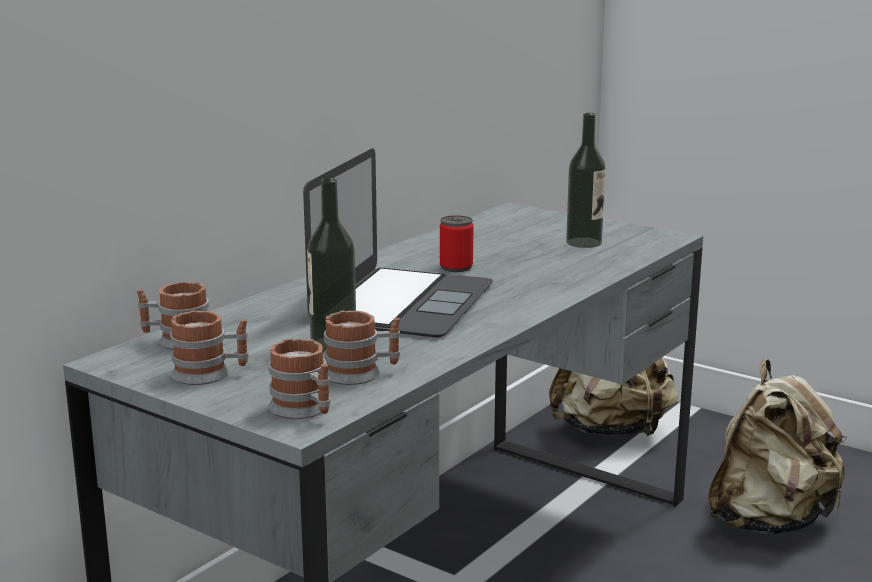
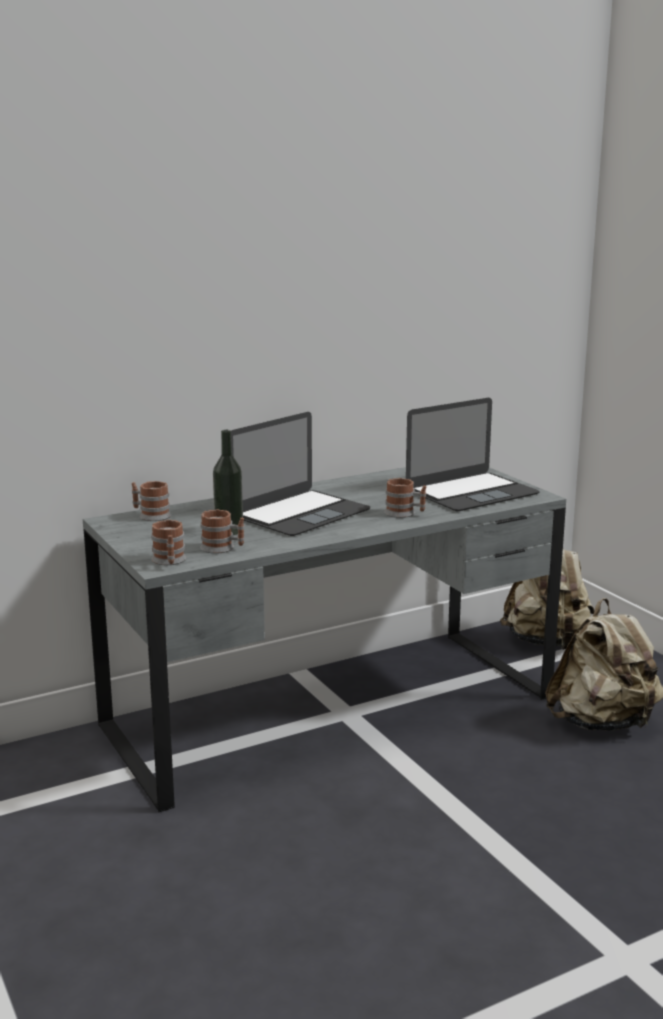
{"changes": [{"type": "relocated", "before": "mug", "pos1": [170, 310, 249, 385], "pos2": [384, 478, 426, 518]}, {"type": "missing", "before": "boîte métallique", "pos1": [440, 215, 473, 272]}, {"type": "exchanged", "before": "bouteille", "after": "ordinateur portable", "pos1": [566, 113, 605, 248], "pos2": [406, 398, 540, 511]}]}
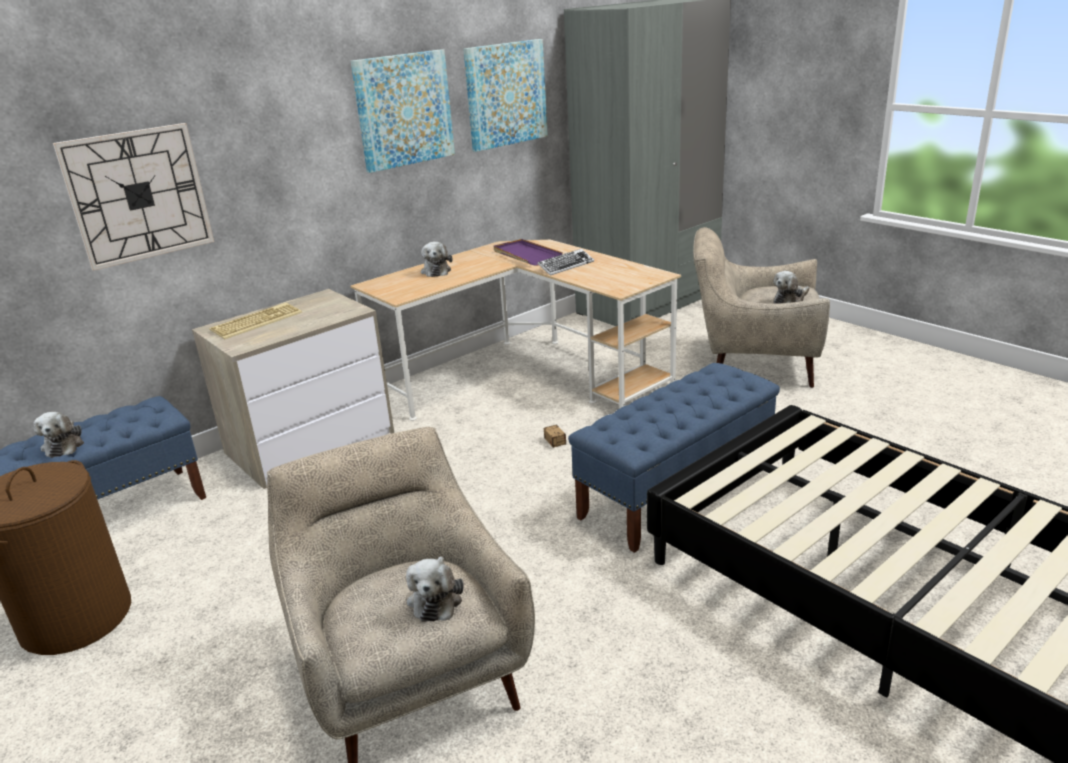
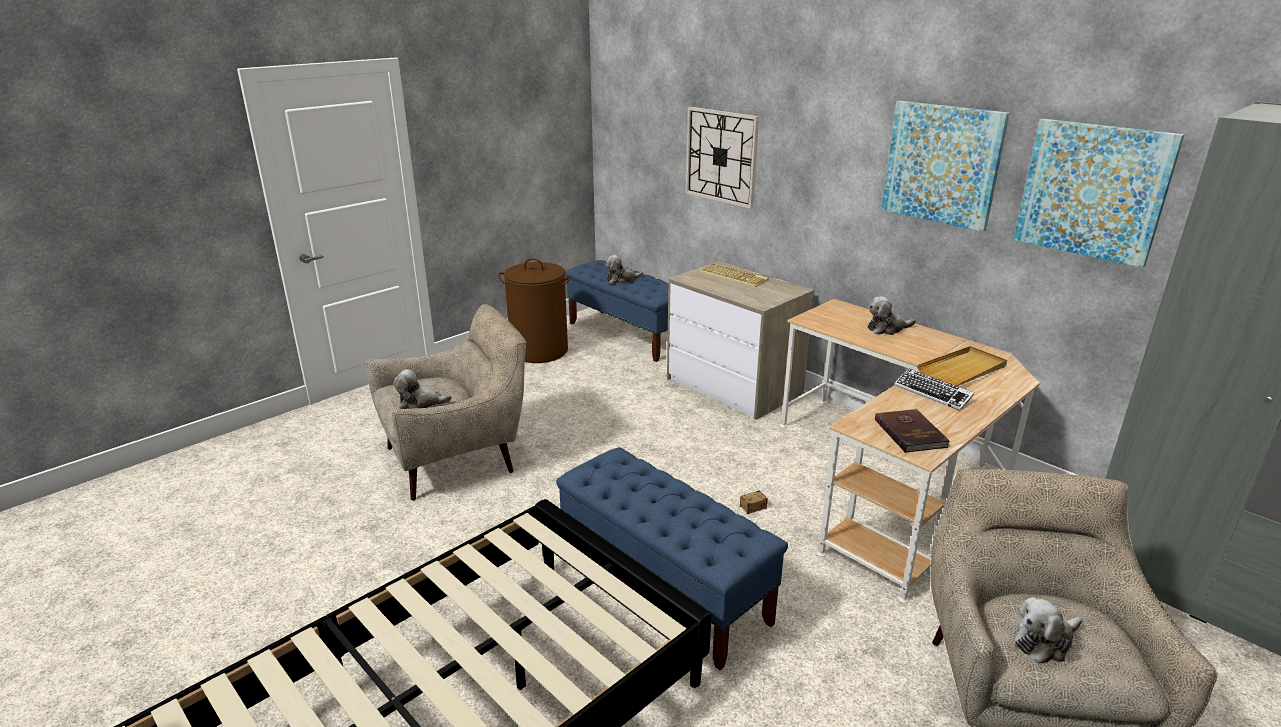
{"changes": [{"type": "colour", "before": "plateau [violet]", "after": "plateau [beige]", "pos1": [494, 239, 563, 266], "pos2": [917, 346, 1007, 386]}, {"type": "spun", "before": "peluche", "pos1": [773, 271, 809, 304], "pos2": [1014, 597, 1082, 664], "turn": -75}, {"type": "appeared", "after": "livre [marron]", "pos2": [875, 409, 950, 453]}]}
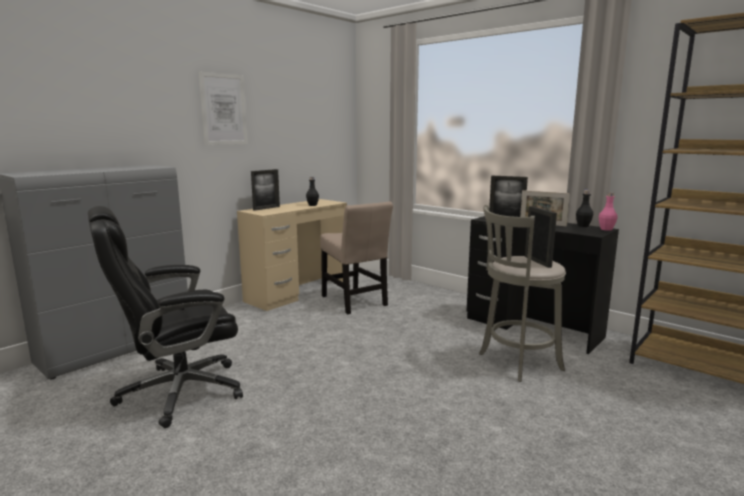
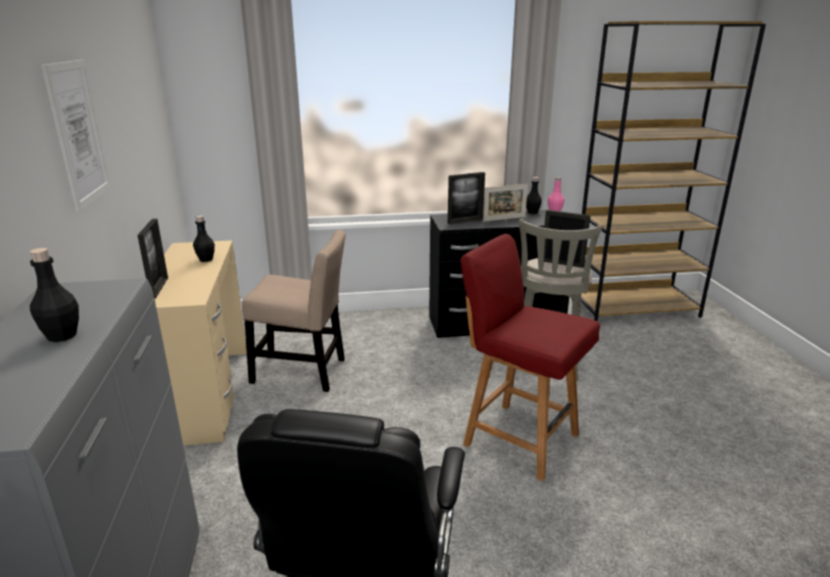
{"changes": [{"type": "appeared", "after": "bouteille [noir]", "pos2": [30, 248, 79, 342]}, {"type": "appeared", "after": "chaise [rouge]", "pos2": [460, 234, 600, 481]}]}
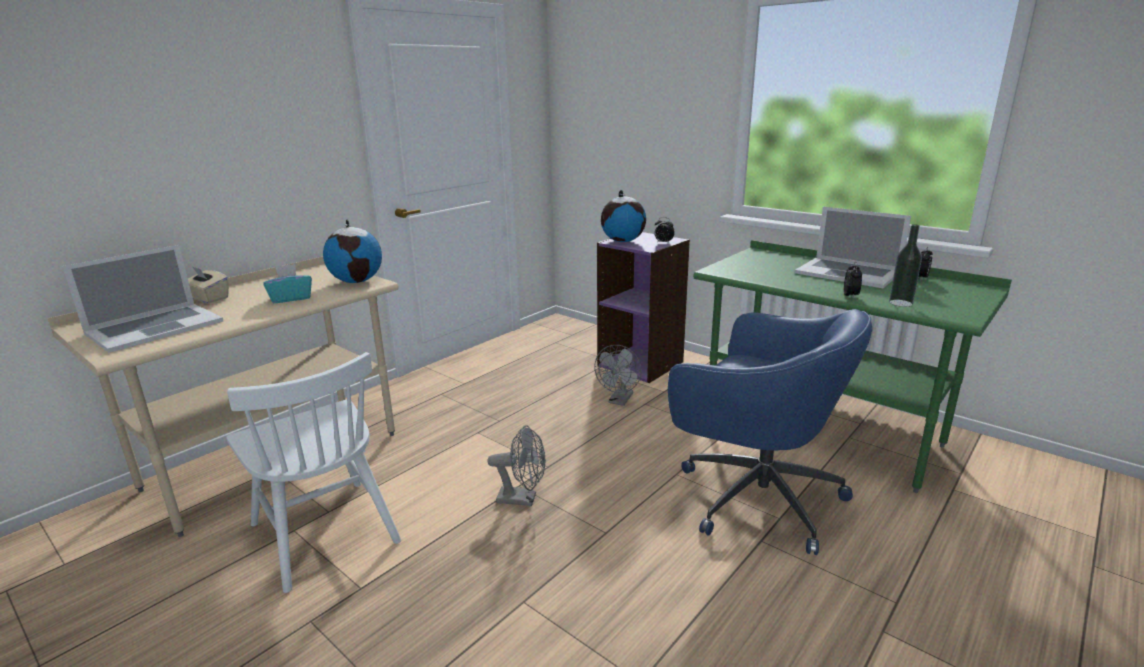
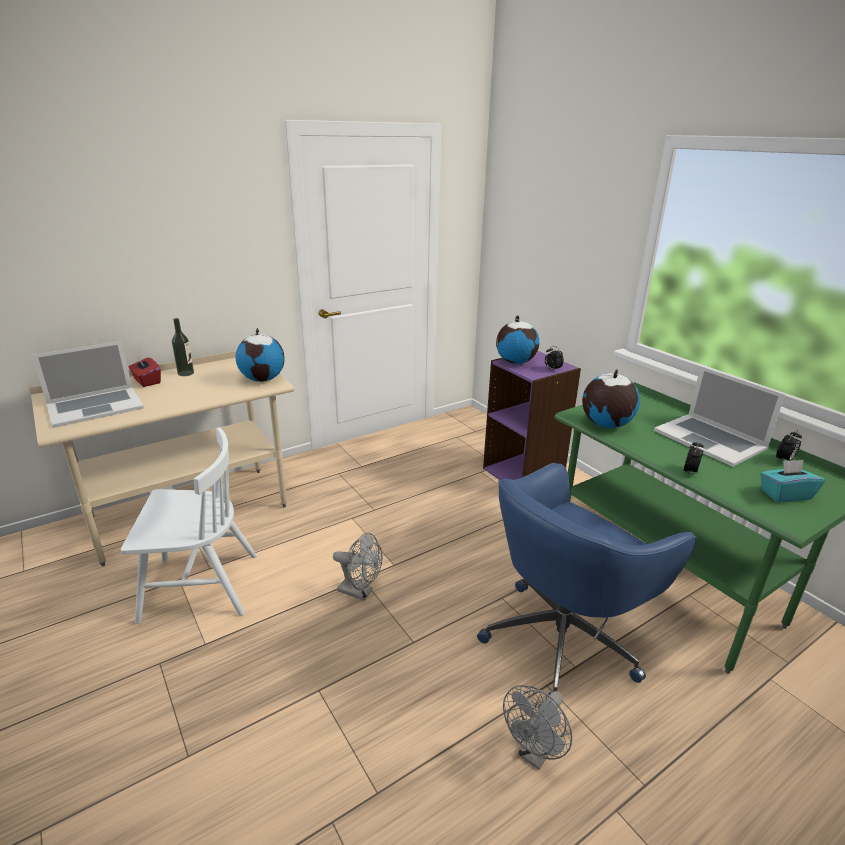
{"changes": [{"type": "colour", "before": "boîte à mouchoirs [beige]", "after": "boîte à mouchoirs [rouge]", "pos1": [188, 266, 229, 304], "pos2": [128, 355, 161, 387]}, {"type": "spun", "before": "chaise [blanc]", "pos1": [226, 352, 401, 593], "pos2": [121, 427, 257, 624], "turn": -75}, {"type": "relocated", "before": "boîte à mouchoirs [turquoise]", "pos1": [263, 264, 312, 303], "pos2": [760, 460, 825, 502]}, {"type": "relocated", "before": "ventilateur [gris]", "pos1": [594, 345, 642, 406], "pos2": [503, 685, 572, 770]}, {"type": "spun", "before": "chaise de bureau [bleu]", "pos1": [668, 309, 872, 555], "pos2": [477, 463, 697, 695], "turn": 90}, {"type": "relocated", "before": "bouteille", "pos1": [889, 224, 922, 307], "pos2": [172, 318, 194, 376]}, {"type": "appeared", "after": "globe", "pos2": [582, 369, 640, 428]}]}
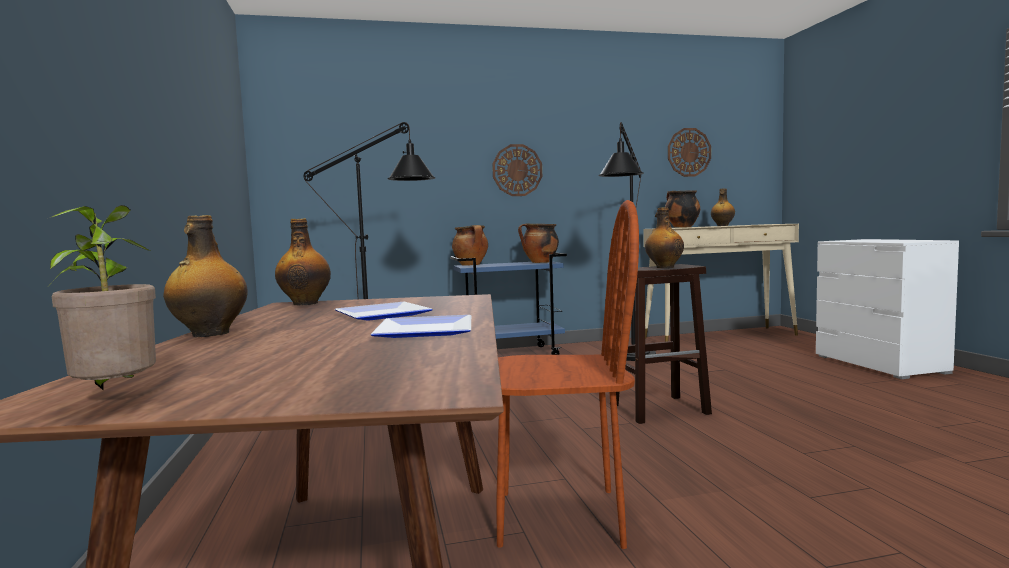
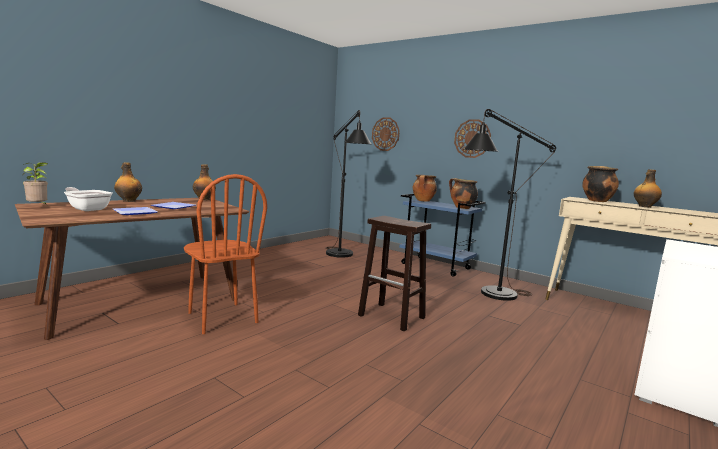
{"changes": [{"type": "missing", "before": "bouteille", "pos1": [645, 208, 684, 268]}, {"type": "relocated", "before": "horloge murale", "pos1": [668, 128, 711, 177], "pos2": [372, 117, 400, 151]}, {"type": "appeared", "after": "poêle", "pos2": [64, 187, 113, 211]}]}
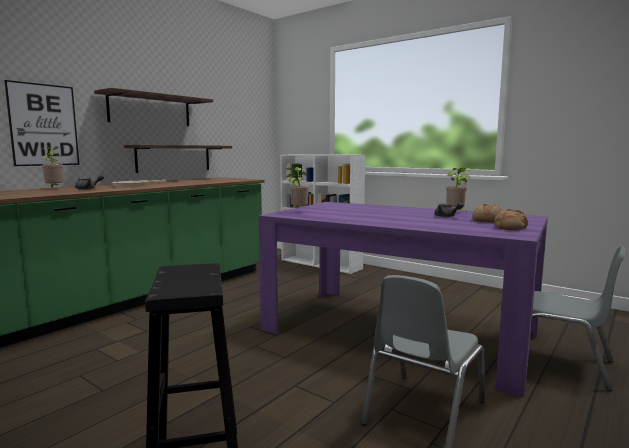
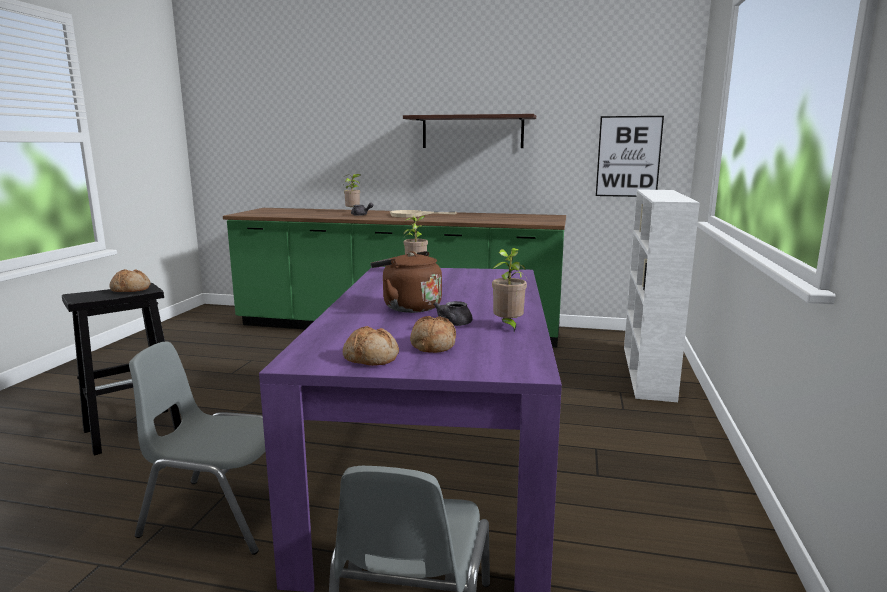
{"changes": [{"type": "relocated", "before": "tableau", "pos1": [4, 80, 79, 166], "pos2": [596, 116, 664, 197]}, {"type": "missing", "before": "étagère", "pos1": [124, 145, 232, 173]}, {"type": "appeared", "after": "pain", "pos2": [109, 269, 150, 292]}, {"type": "appeared", "after": "bouilloire [marron]", "pos2": [371, 251, 442, 313]}]}
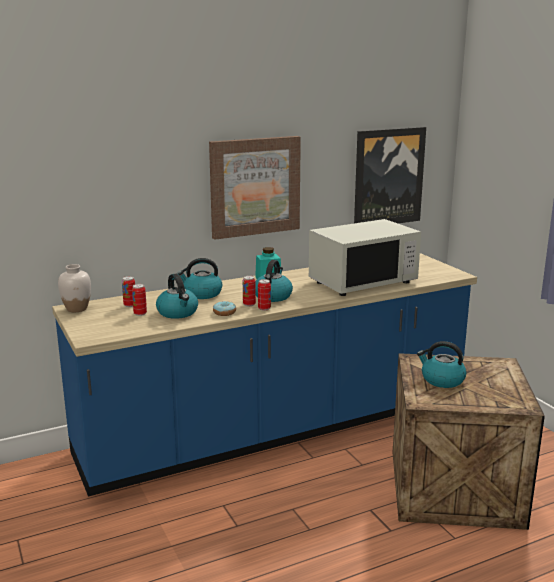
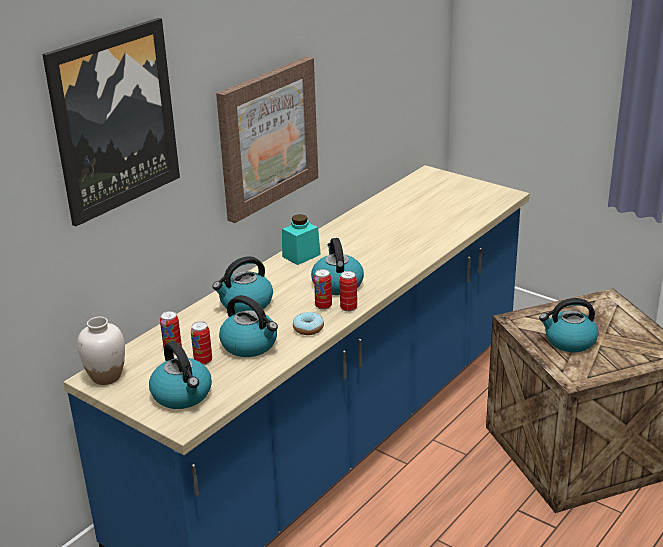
{"changes": [{"type": "missing", "before": "micro-ondes [blanc]", "pos1": [309, 219, 421, 296]}, {"type": "relocated", "before": "tableau", "pos1": [354, 127, 426, 223], "pos2": [42, 18, 180, 227]}, {"type": "appeared", "after": "bouilloire", "pos2": [149, 341, 212, 409]}]}
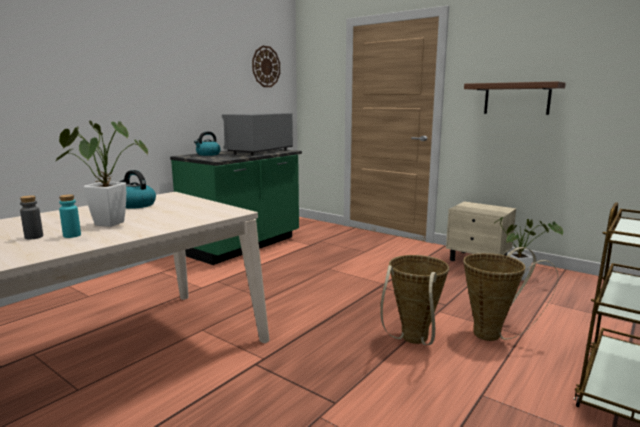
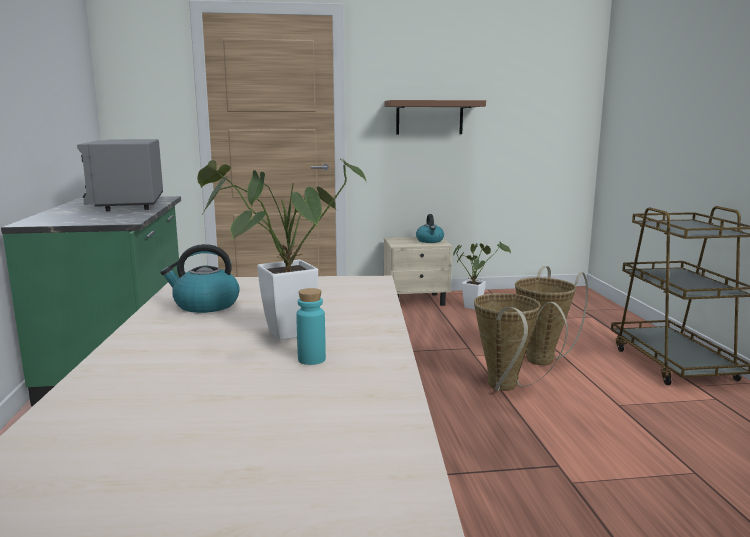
{"changes": [{"type": "missing", "before": "bouteille [gris]", "pos1": [20, 195, 43, 239]}, {"type": "relocated", "before": "bouilloire", "pos1": [194, 131, 221, 156], "pos2": [416, 214, 444, 243]}, {"type": "missing", "before": "horloge murale", "pos1": [252, 46, 280, 87]}]}
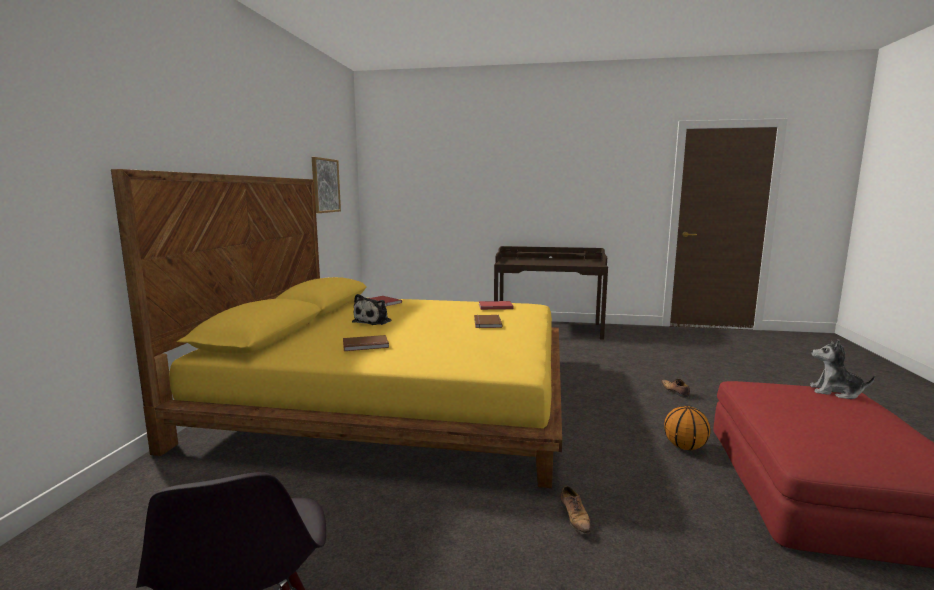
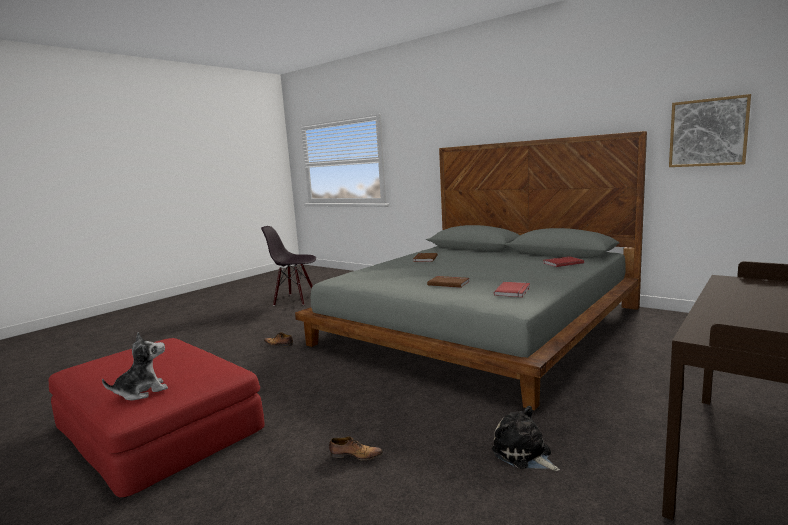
{"changes": [{"type": "colour", "before": "lit [jaune]", "after": "lit [gris]", "pos1": [111, 169, 562, 488], "pos2": [295, 131, 647, 410]}, {"type": "relocated", "before": "peluche", "pos1": [352, 294, 391, 325], "pos2": [492, 406, 560, 471]}, {"type": "missing", "before": "ballon de basket", "pos1": [664, 406, 711, 450]}]}
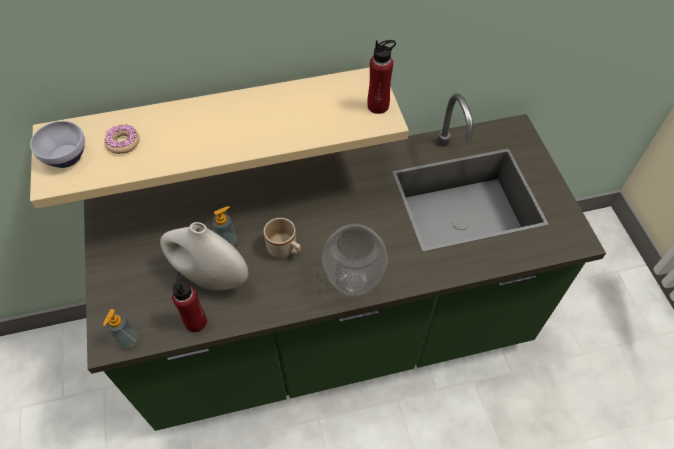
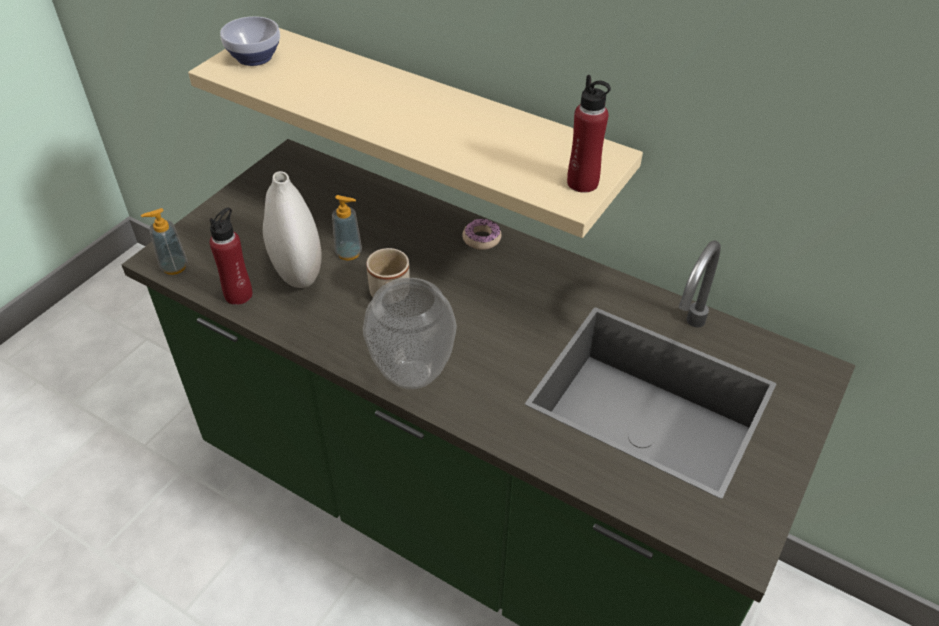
{"changes": [{"type": "relocated", "before": "beignet", "pos1": [104, 124, 139, 154], "pos2": [462, 218, 501, 250]}]}
